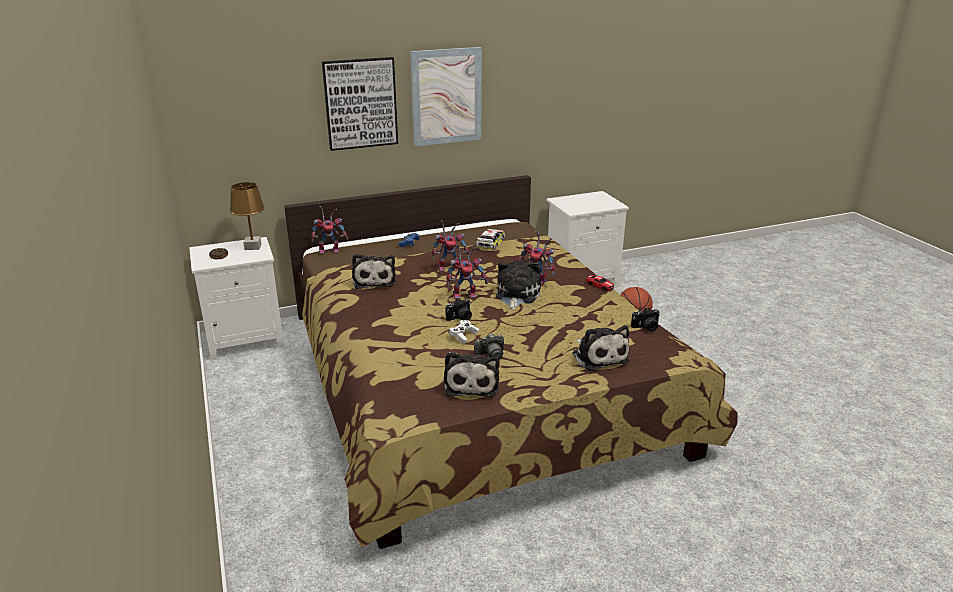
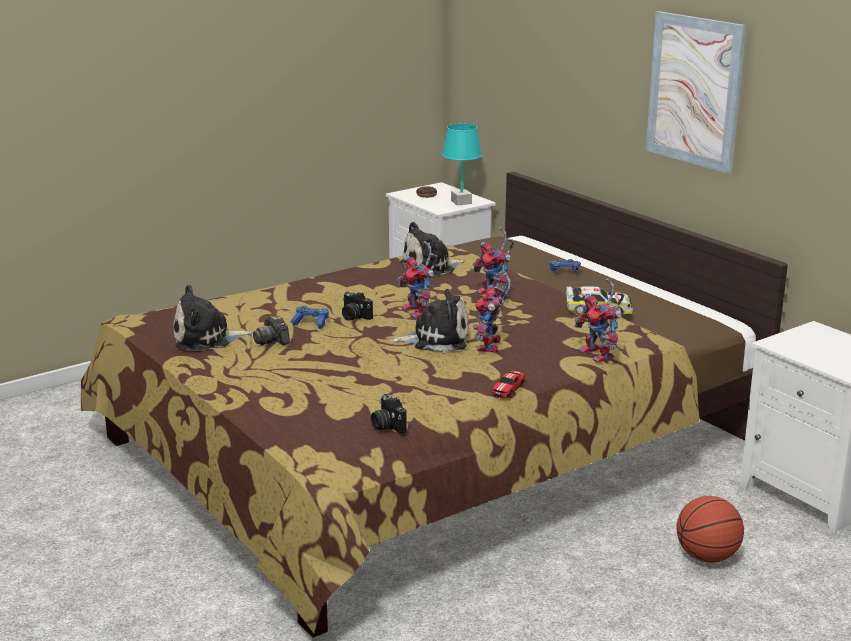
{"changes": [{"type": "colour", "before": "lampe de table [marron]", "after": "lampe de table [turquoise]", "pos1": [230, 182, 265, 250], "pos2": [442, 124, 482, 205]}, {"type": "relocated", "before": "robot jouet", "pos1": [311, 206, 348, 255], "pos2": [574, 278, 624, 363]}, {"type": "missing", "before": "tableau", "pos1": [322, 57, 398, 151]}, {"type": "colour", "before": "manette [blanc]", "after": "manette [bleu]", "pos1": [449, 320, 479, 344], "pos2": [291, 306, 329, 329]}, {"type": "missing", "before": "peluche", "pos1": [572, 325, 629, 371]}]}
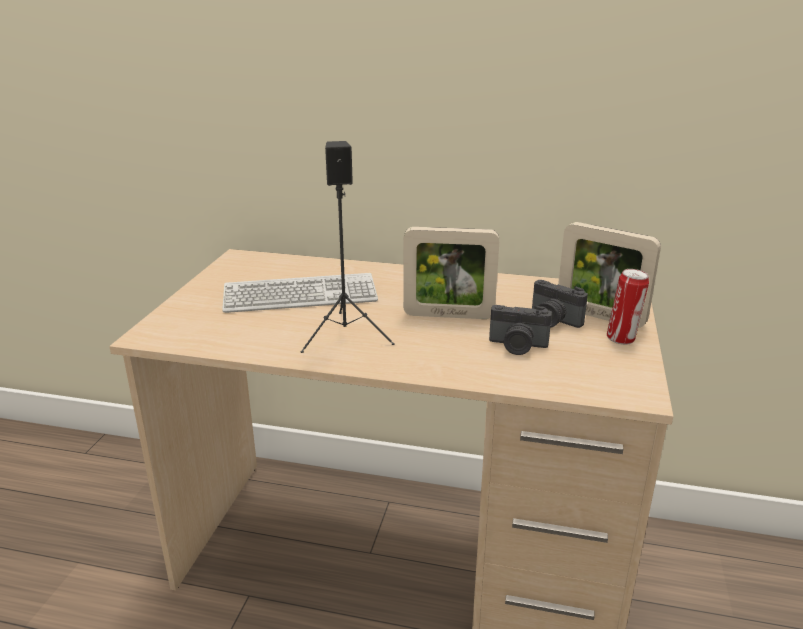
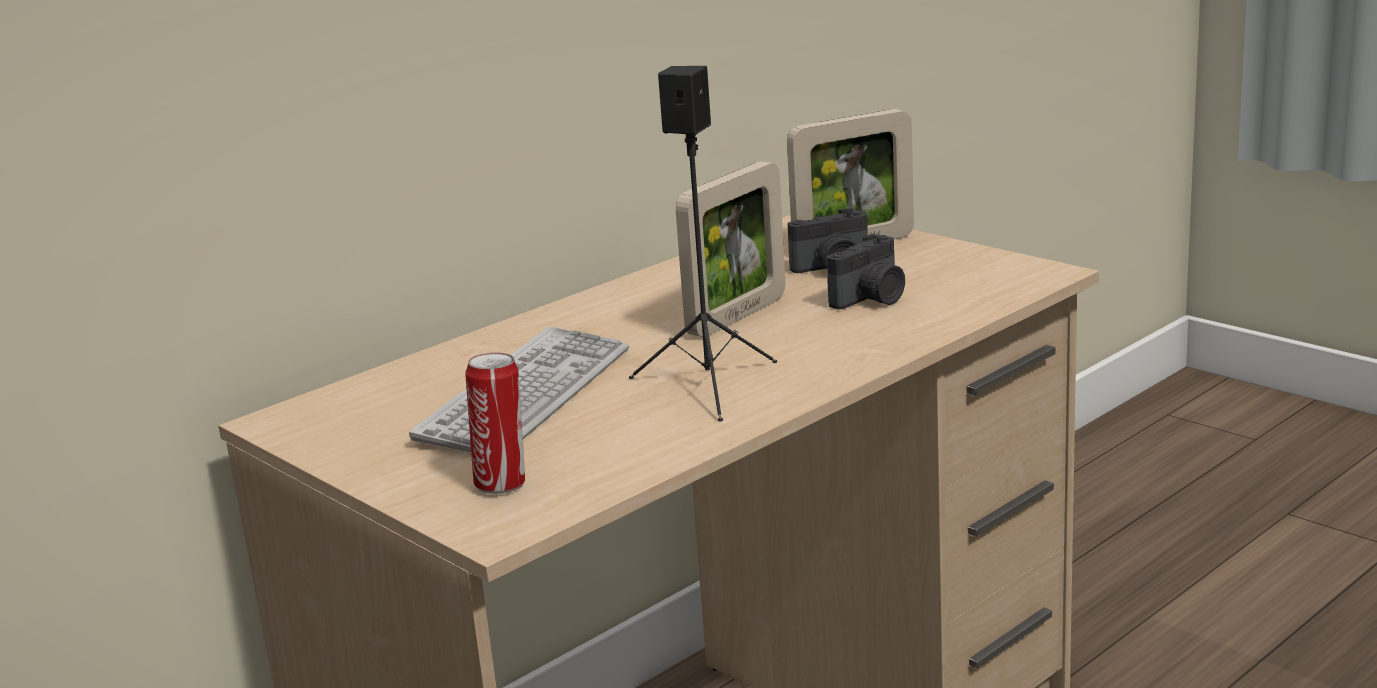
{"changes": [{"type": "relocated", "before": "boîte métallique", "pos1": [607, 269, 649, 345], "pos2": [465, 352, 525, 494]}]}
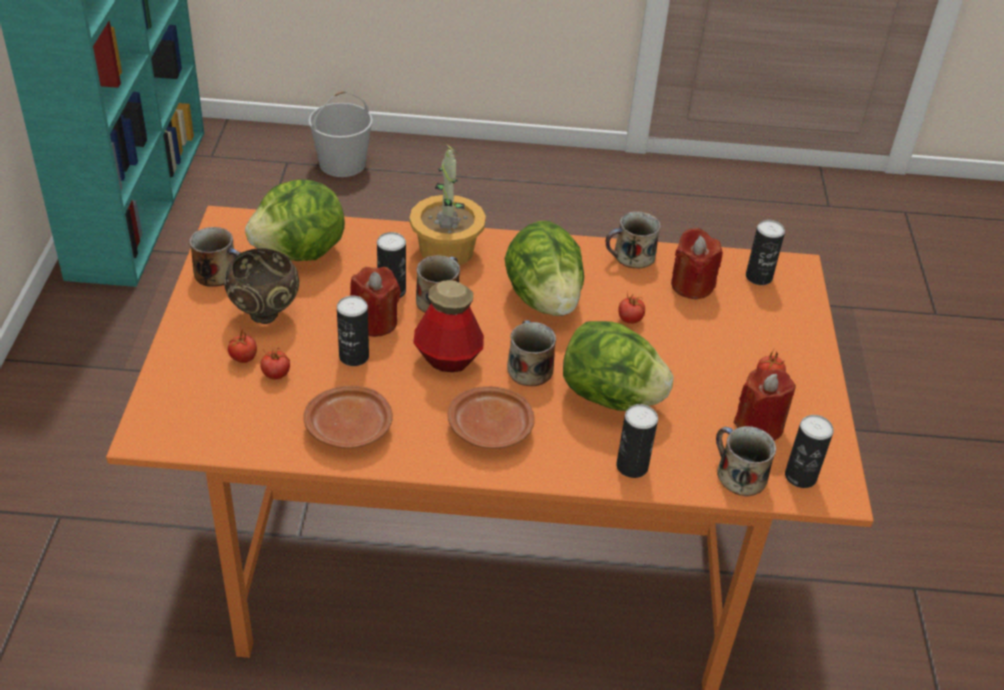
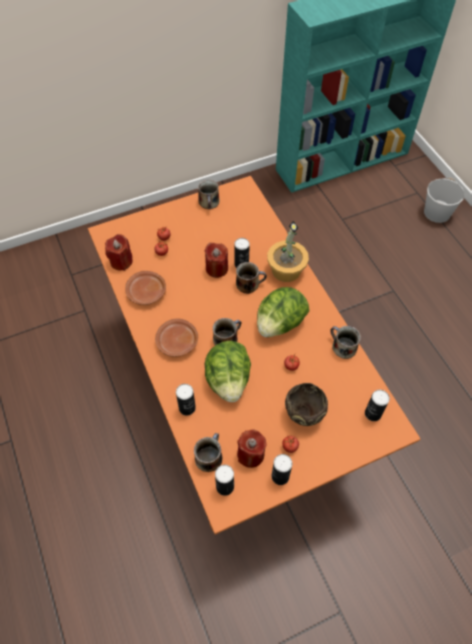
{"changes": [{"type": "relocated", "before": "bol [marron]", "pos1": [224, 248, 299, 324], "pos2": [285, 383, 328, 426]}, {"type": "missing", "before": "laitue", "pos1": [245, 179, 345, 261]}, {"type": "relocated", "before": "boîte métallique", "pos1": [337, 296, 369, 366], "pos2": [271, 454, 292, 485]}, {"type": "missing", "before": "bouteille", "pos1": [413, 280, 484, 372]}, {"type": "relocated", "before": "bougie [rouge]", "pos1": [671, 228, 723, 299], "pos2": [105, 234, 133, 271]}]}
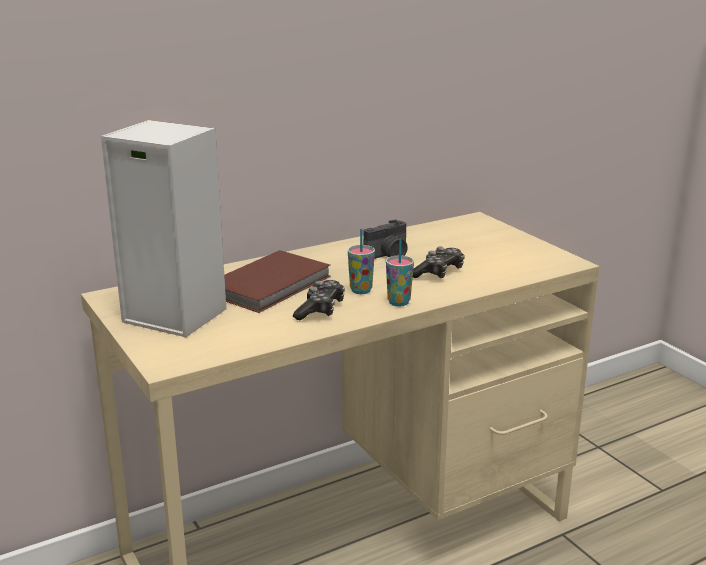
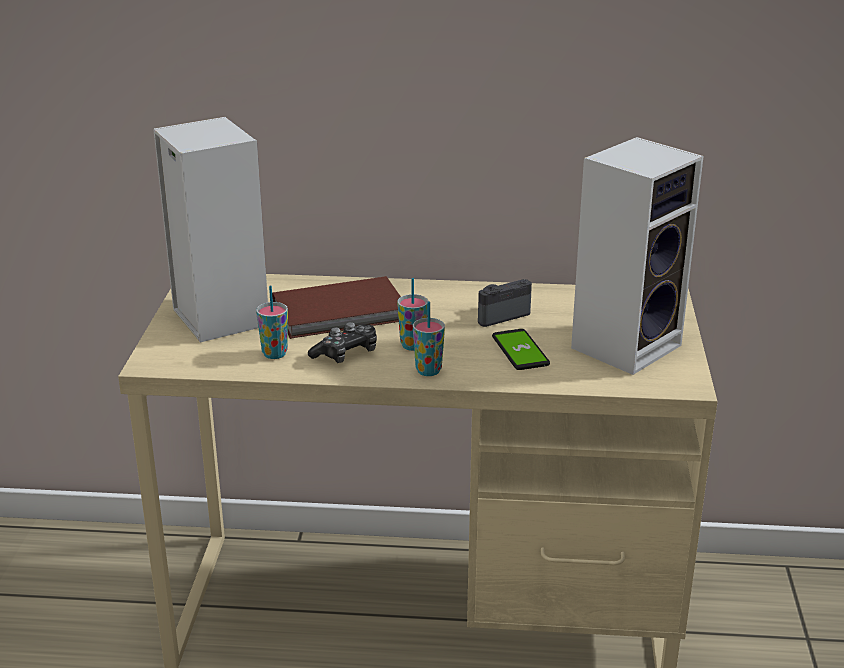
{"changes": [{"type": "spun", "before": "appareil photo", "pos1": [363, 219, 408, 259], "pos2": [478, 279, 532, 327], "turn": 150}, {"type": "exchanged", "before": "manette", "after": "téléphone", "pos1": [413, 247, 465, 278], "pos2": [492, 329, 550, 370]}, {"type": "appeared", "after": "tasse", "pos2": [256, 286, 288, 359]}, {"type": "appeared", "after": "enceinte", "pos2": [571, 137, 704, 375]}]}
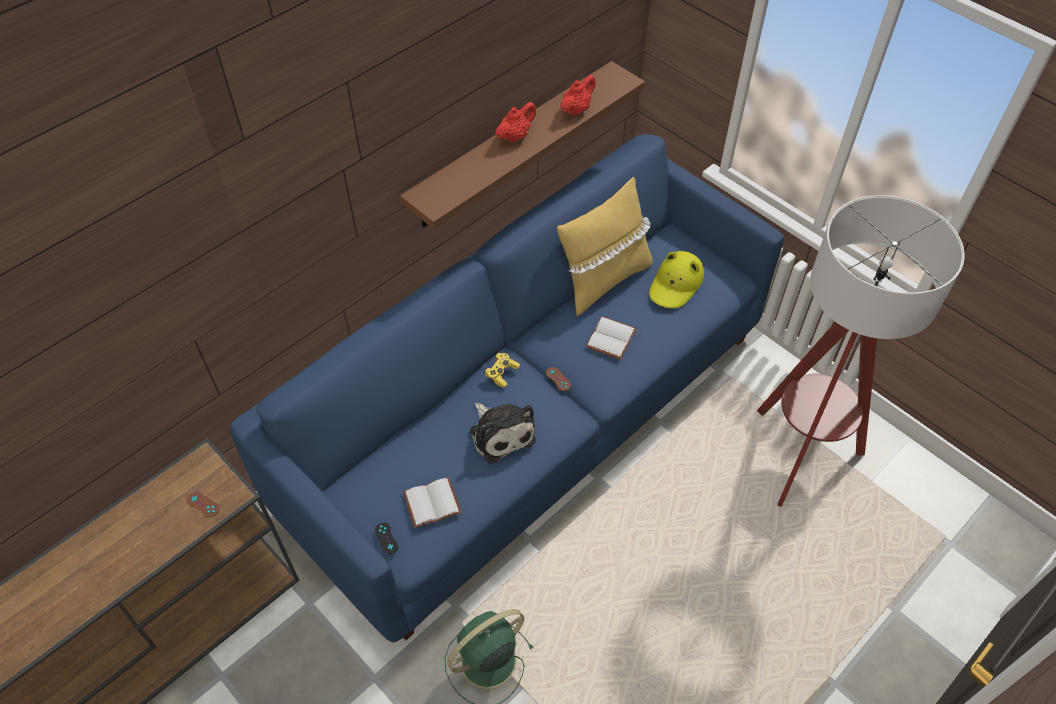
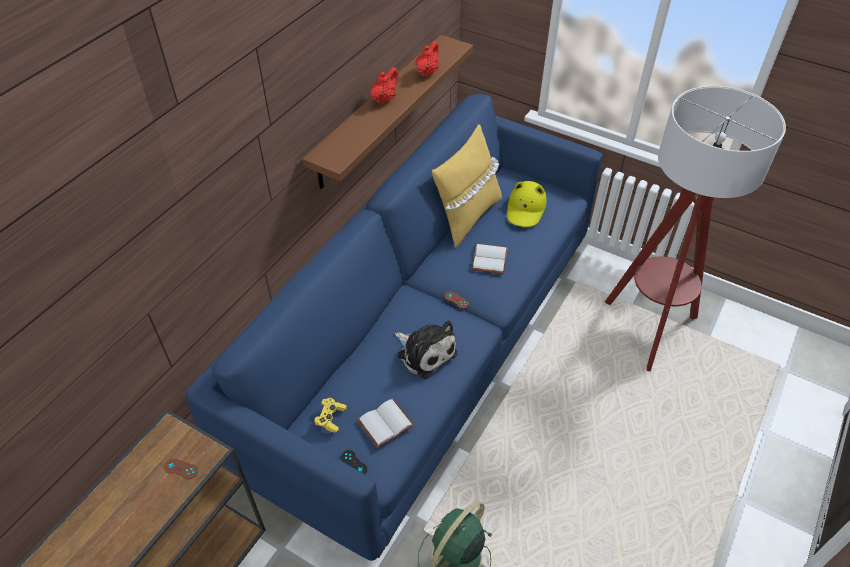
{"changes": [{"type": "relocated", "before": "manette [jaune]", "pos1": [484, 353, 520, 388], "pos2": [314, 398, 347, 433]}]}
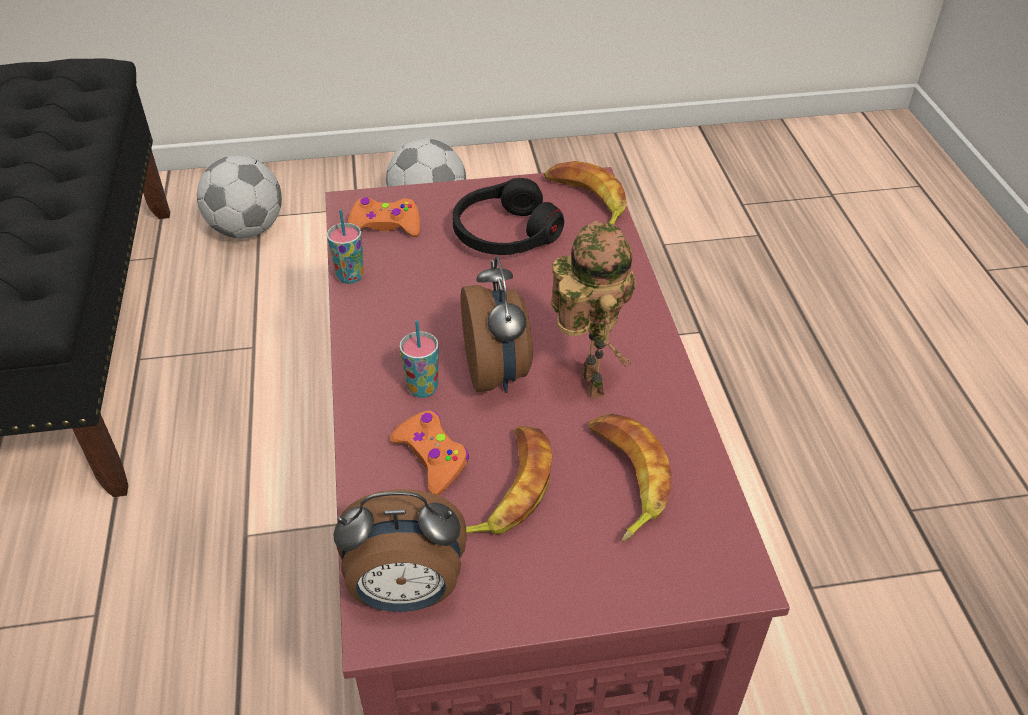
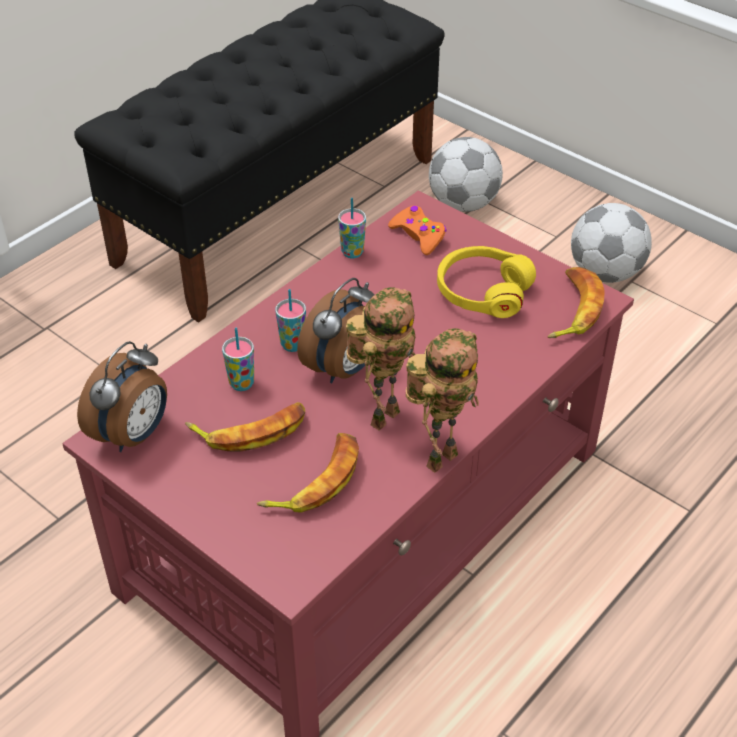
{"changes": [{"type": "spun", "before": "réveil", "pos1": [333, 489, 467, 612], "pos2": [77, 341, 167, 452], "turn": -105}, {"type": "exchanged", "before": "manette [orange]", "after": "tasse", "pos1": [390, 411, 469, 495], "pos2": [222, 328, 254, 391]}, {"type": "colour", "before": "casque audio [noir]", "after": "casque audio [jaune]", "pos1": [452, 178, 564, 255], "pos2": [437, 246, 536, 318]}, {"type": "appeared", "after": "robot jouet", "pos2": [406, 328, 479, 473]}]}
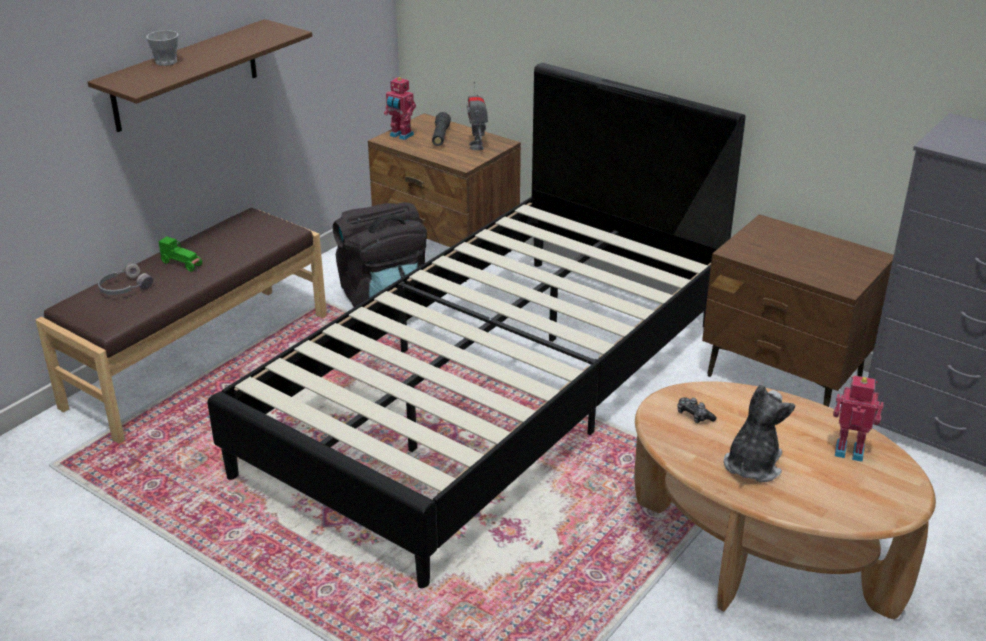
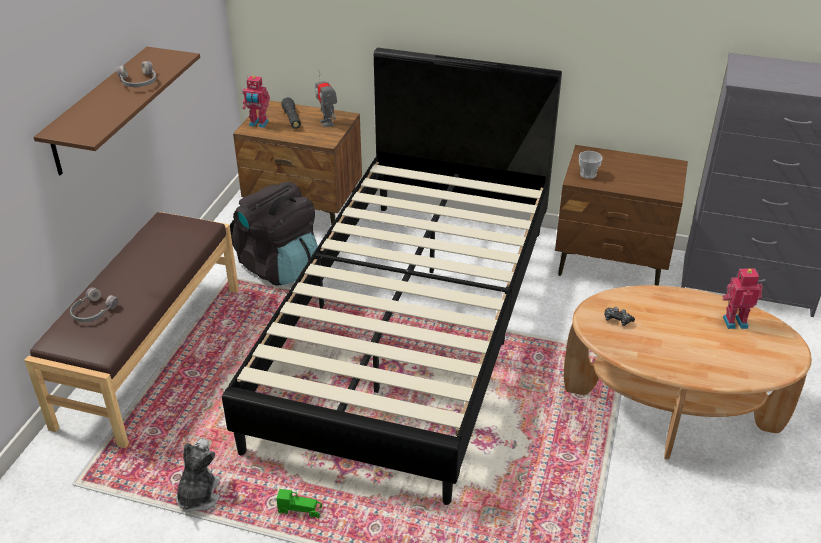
{"changes": [{"type": "relocated", "before": "tasse", "pos1": [146, 30, 178, 66], "pos2": [579, 151, 603, 179]}, {"type": "relocated", "before": "petite voiture [vert]", "pos1": [158, 236, 202, 272], "pos2": [276, 489, 322, 518]}, {"type": "relocated", "before": "peluche", "pos1": [724, 384, 795, 482], "pos2": [176, 439, 221, 512]}, {"type": "appeared", "after": "casque audio [gris]", "pos2": [116, 61, 157, 87]}]}
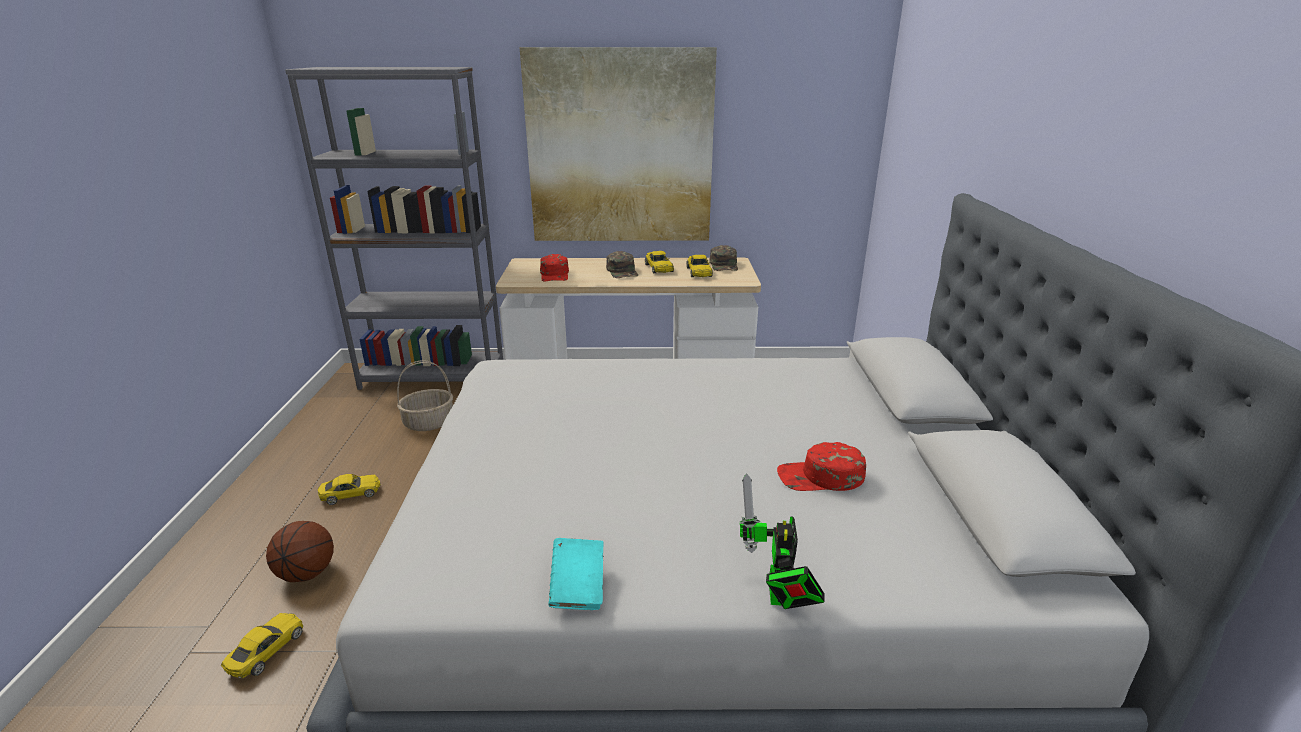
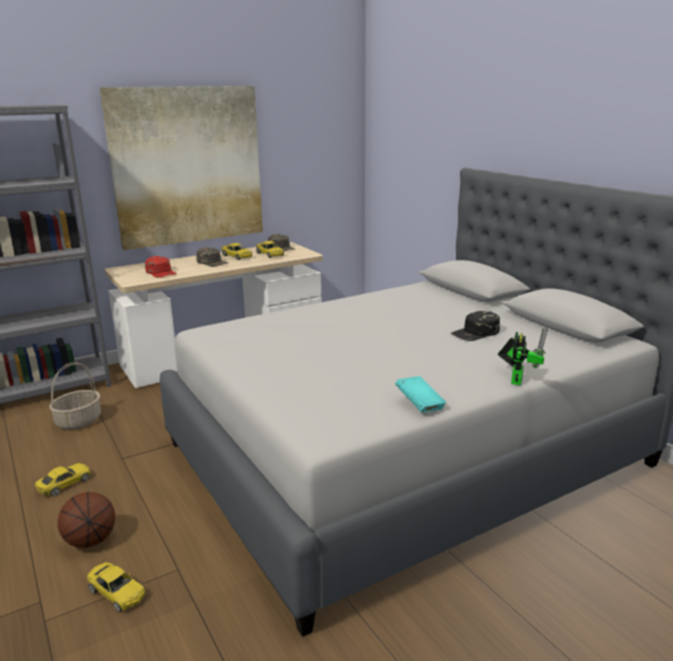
{"changes": [{"type": "spun", "before": "petite voiture [jaune]", "pos1": [221, 613, 303, 678], "pos2": [87, 562, 146, 612], "turn": 135}, {"type": "spun", "before": "robot jouet", "pos1": [739, 473, 825, 609], "pos2": [498, 326, 548, 385], "turn": -135}, {"type": "colour", "before": "casquette [rouge]", "after": "casquette [noir]", "pos1": [777, 442, 866, 491], "pos2": [451, 311, 500, 341]}]}
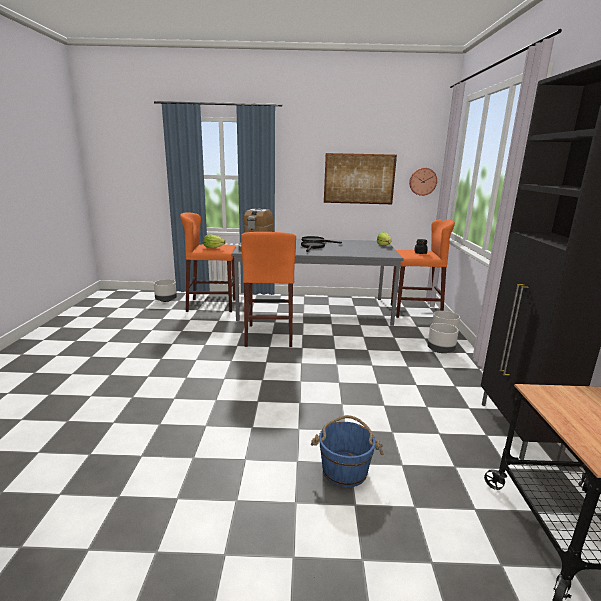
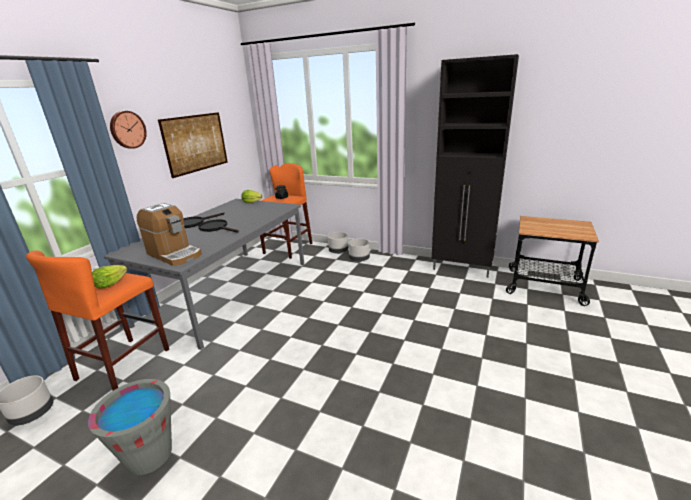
{"changes": [{"type": "missing", "before": "tabouret [orange]", "pos1": [241, 232, 296, 347]}, {"type": "missing", "before": "seau [bleu]", "pos1": [311, 415, 384, 488]}, {"type": "relocated", "before": "horloge murale", "pos1": [409, 168, 437, 196], "pos2": [110, 111, 147, 149]}, {"type": "appeared", "after": "seau [gris]", "pos2": [88, 379, 172, 475]}]}
